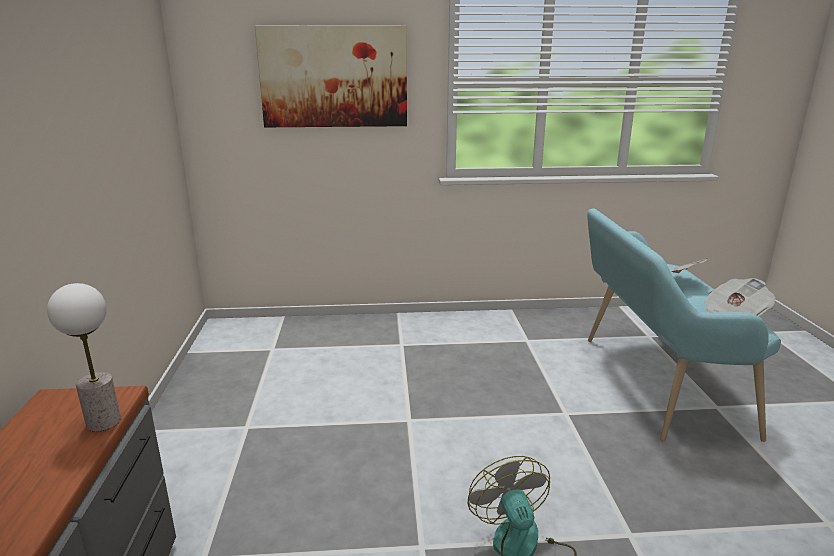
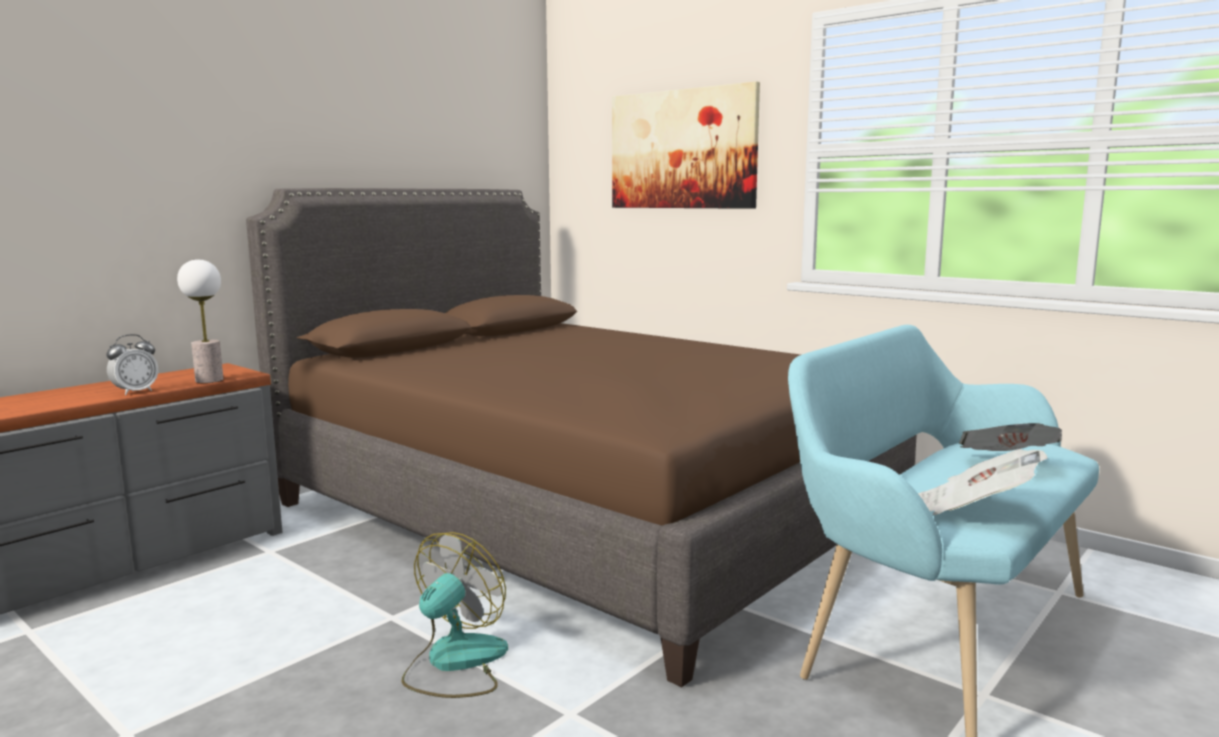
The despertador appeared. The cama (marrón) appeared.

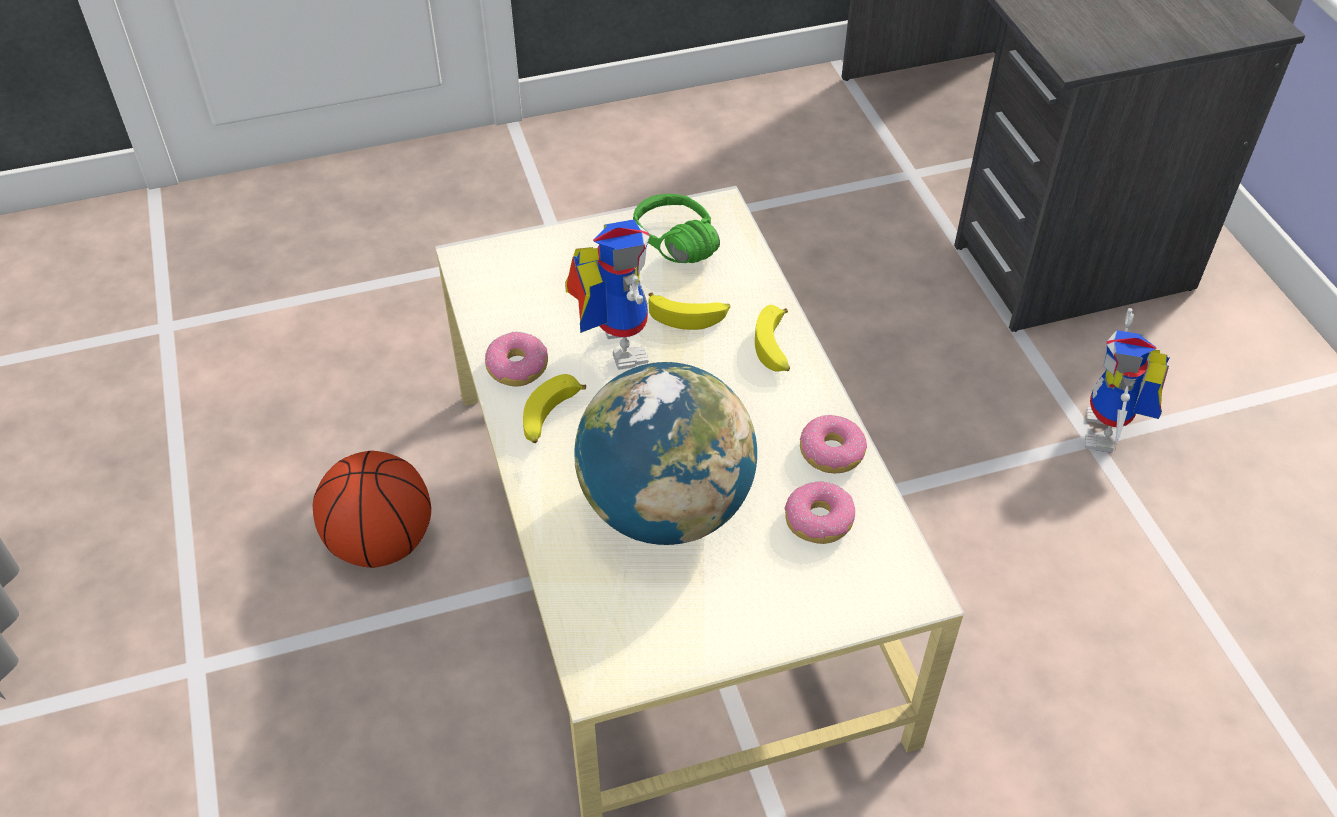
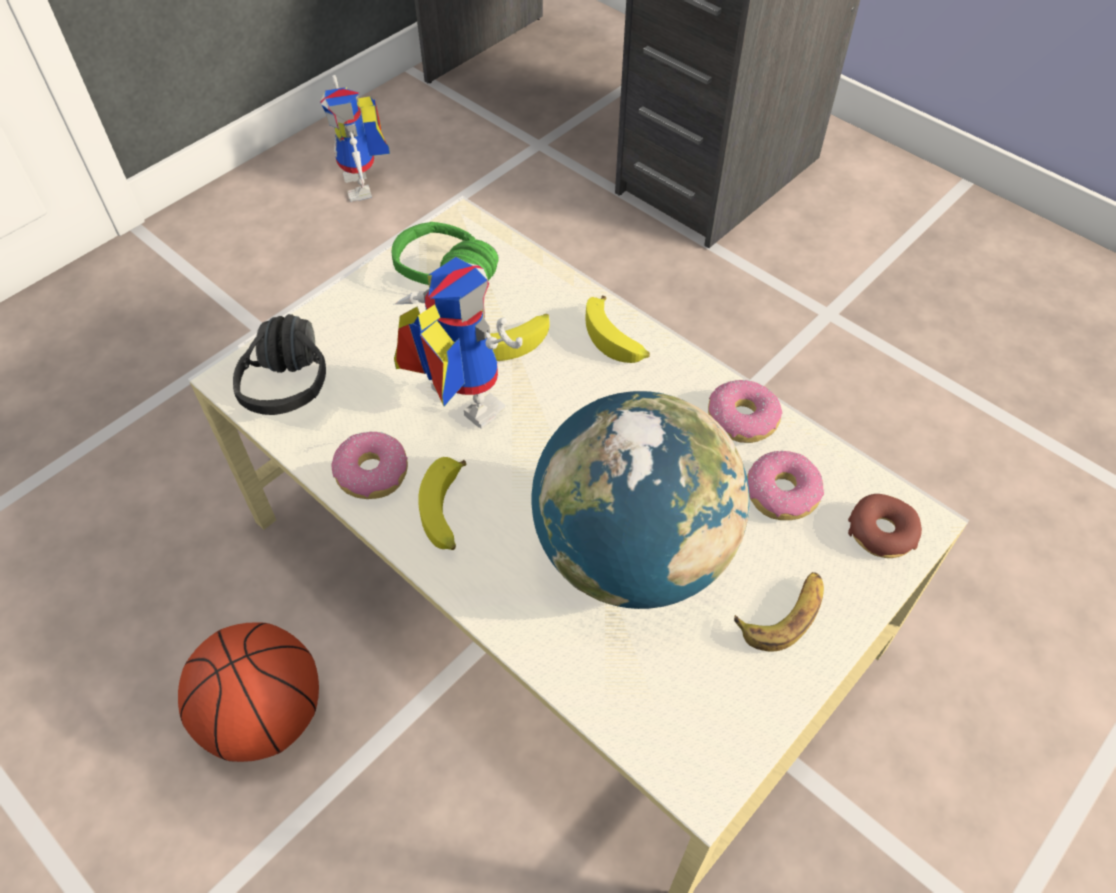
The auriculares (negro) appeared. The plátano (4th from left) appeared. The rosquilla (4th from left) appeared. The robot de juguete (2nd from left in the first image) moved.

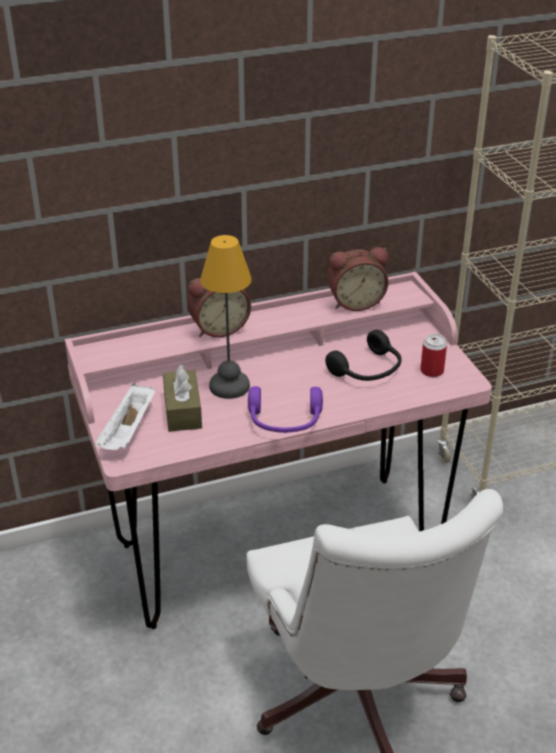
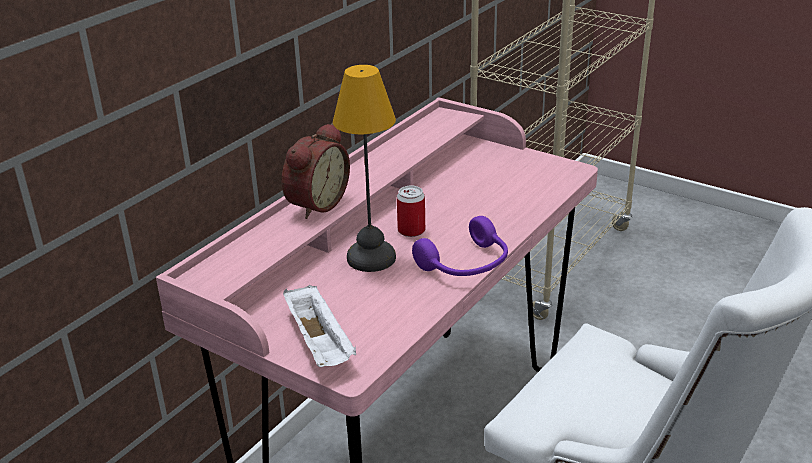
The caja de pañuelos (marrón) disappeared. The auriculares (negro) disappeared. The despertador (2nd from left) disappeared. The lata moved.

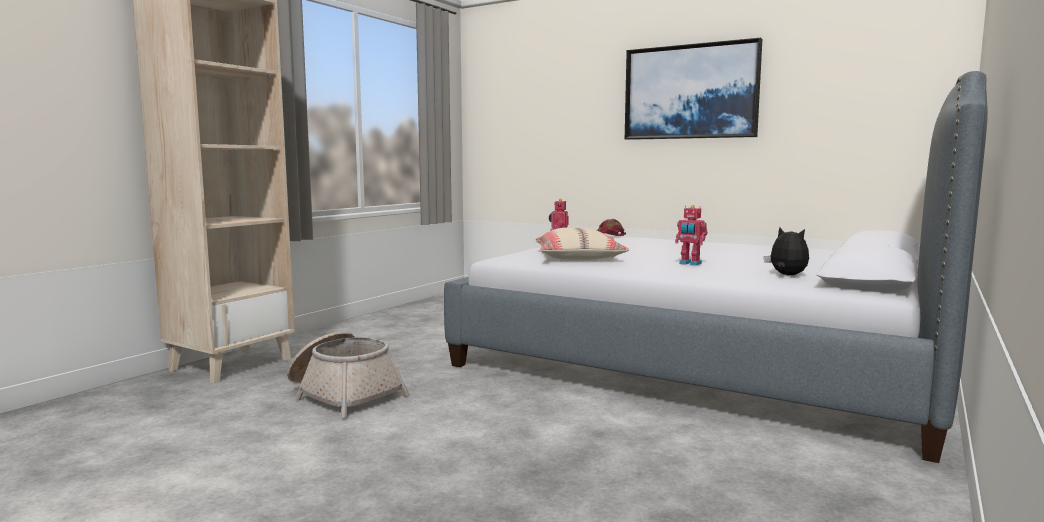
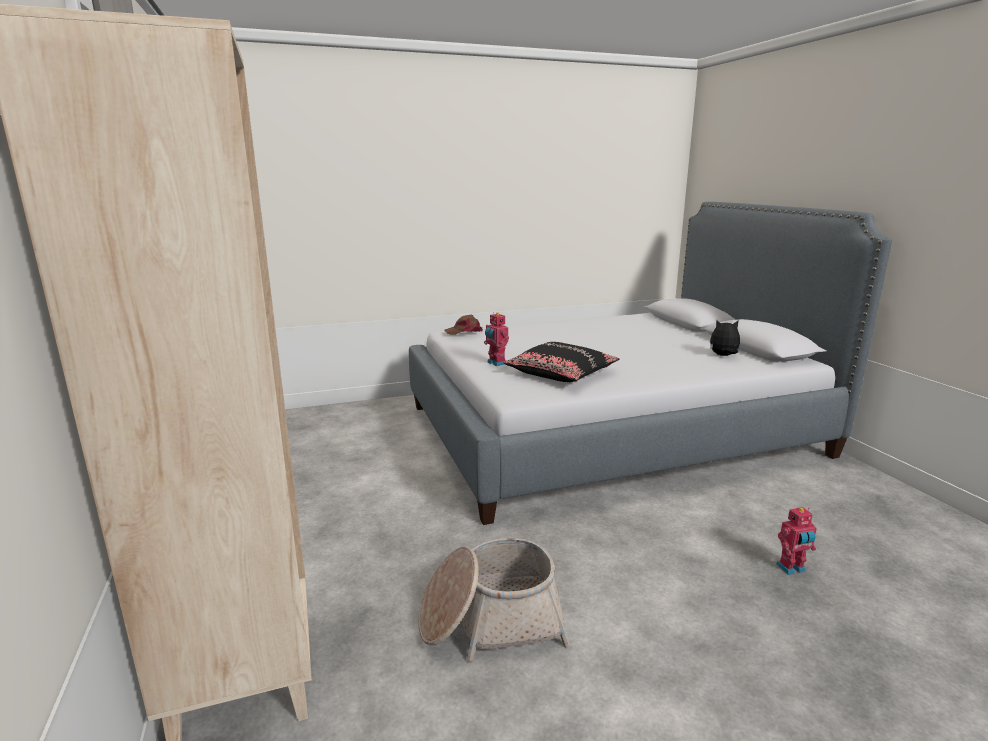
The cuadro disappeared. The robot de juguete (2nd from left) moved. The cojín (beis) became the cojín (negro).

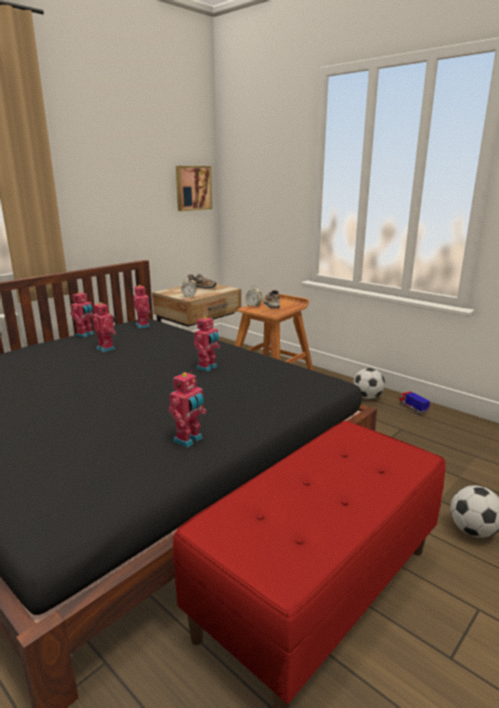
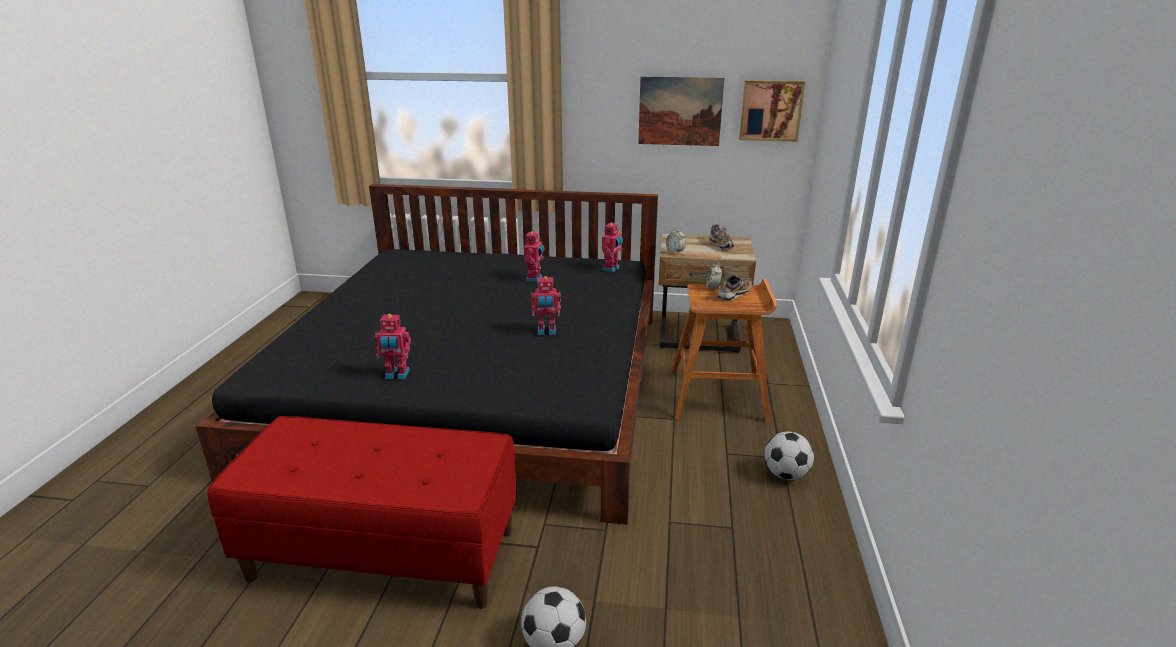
The robot de juguete (1st from left) disappeared. The camión de juguete disappeared. The cuadro (1st from left) appeared.

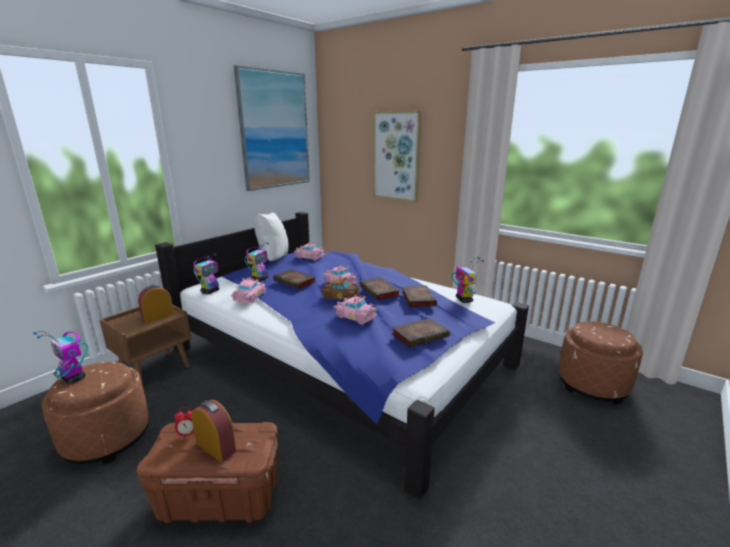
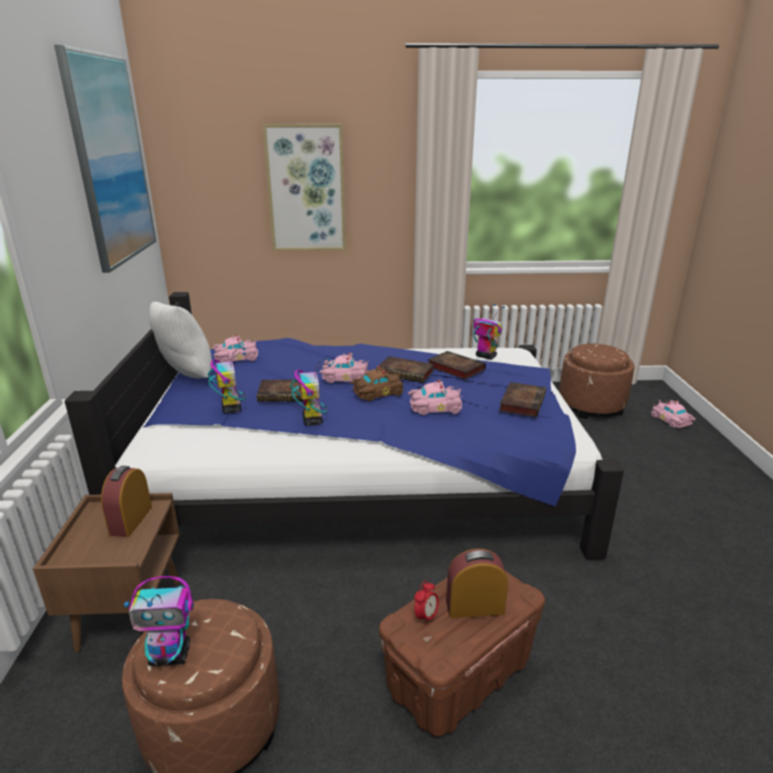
The robot de juguete (2nd from left in the first image) moved. The coche de juguete (rosa) (1st from left in the first image) moved.

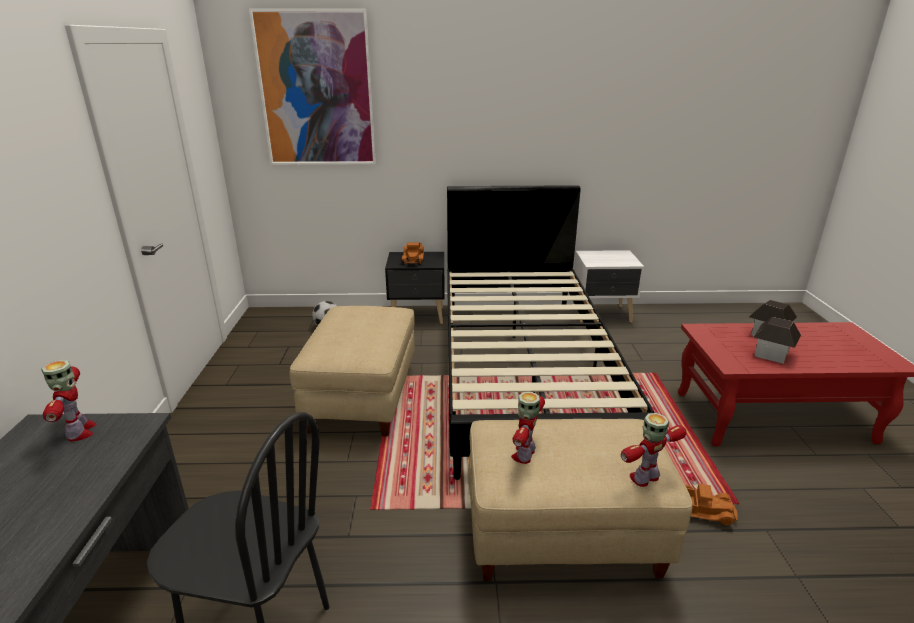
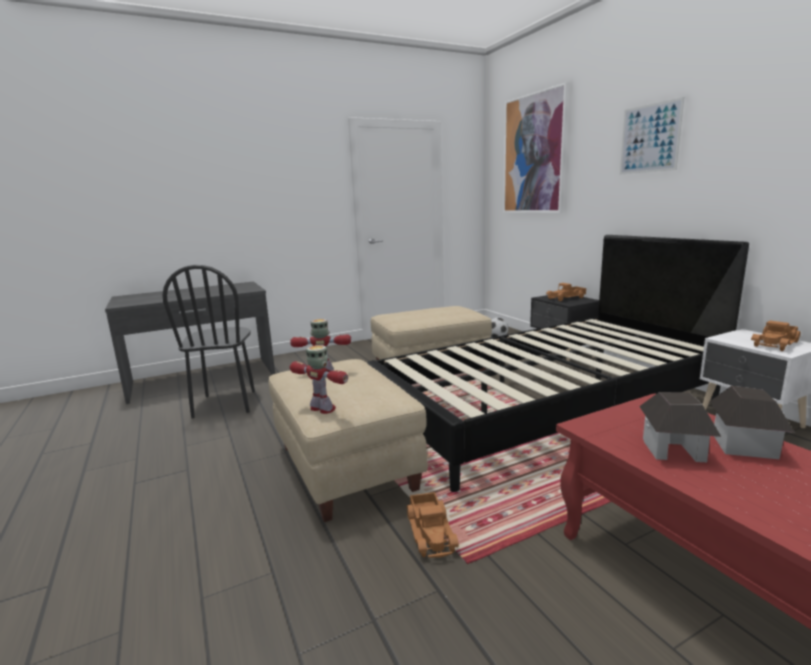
The robot de juguete (1st from left) disappeared. The cuadro (2nd from left) appeared. The camión de juguete (3rd from left) appeared.

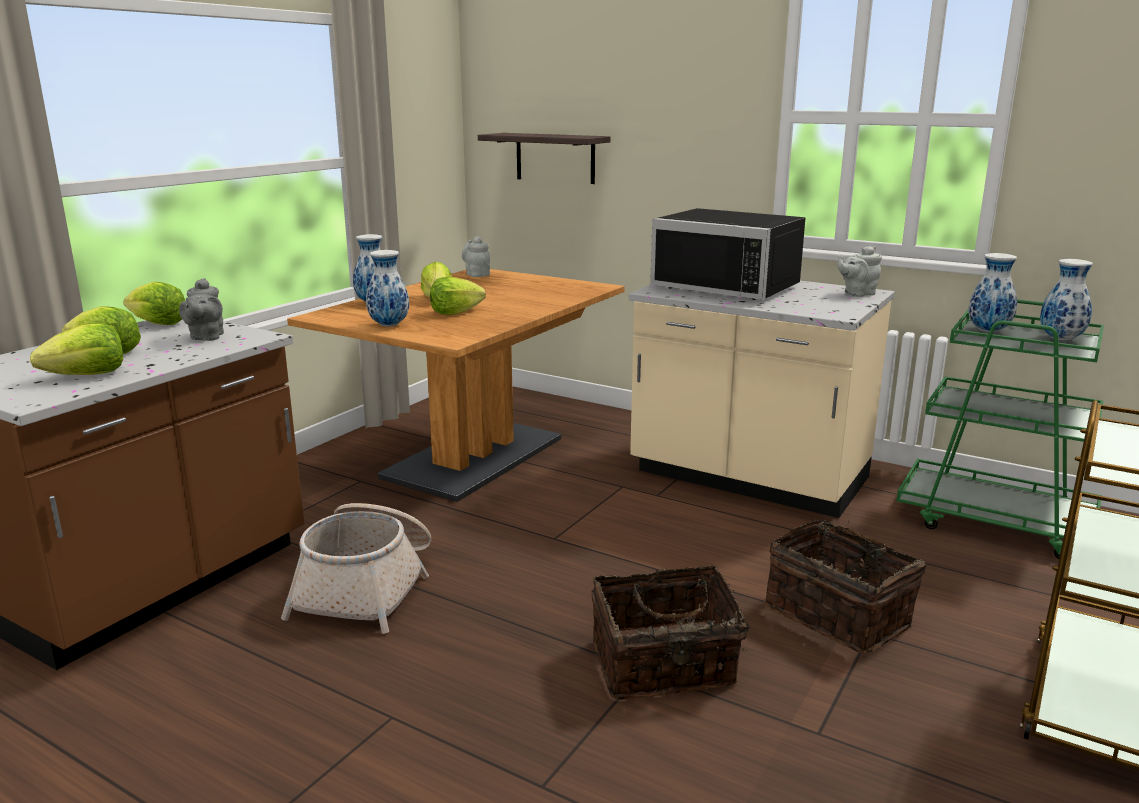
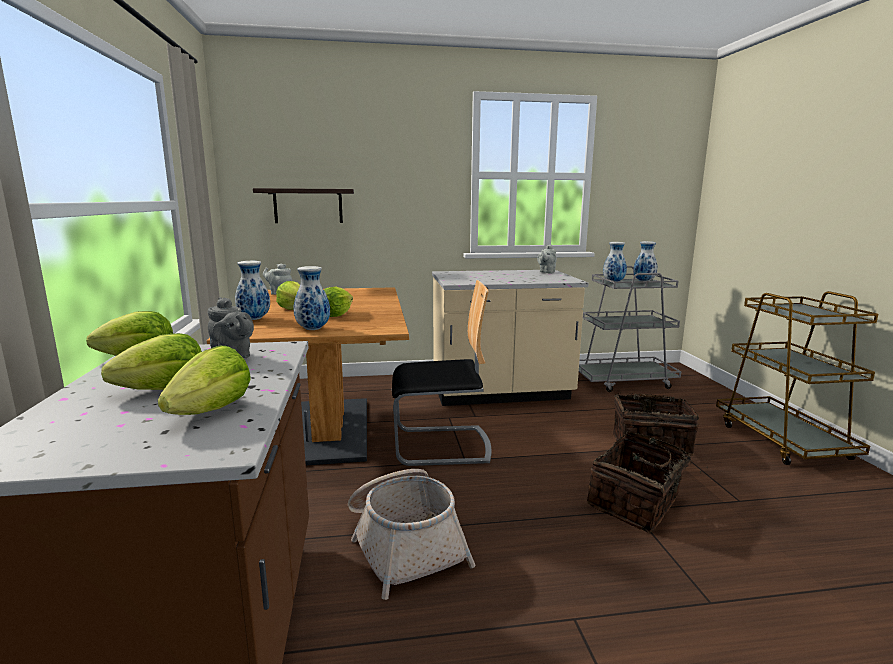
The microondas (negro) disappeared. The silla appeared. The carrito (verde) became the carrito (gris).

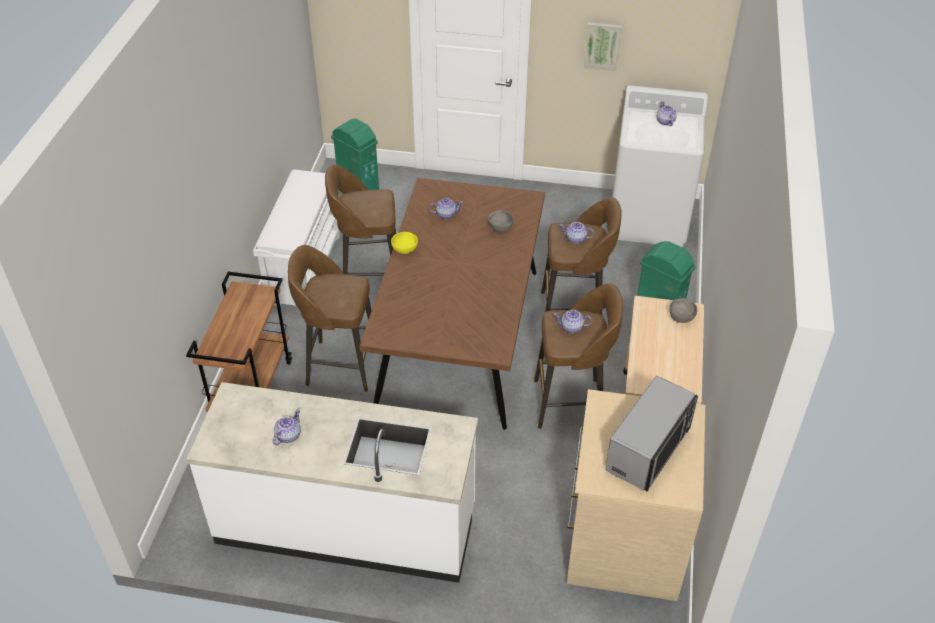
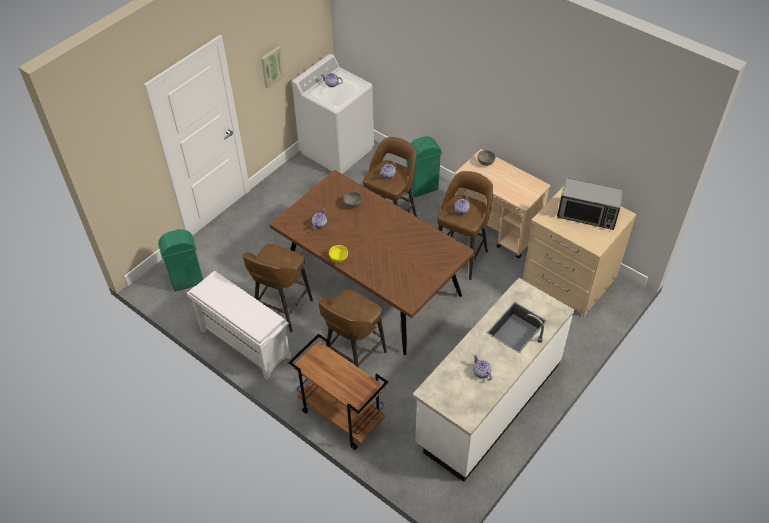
The microondas turned 135 degrees clockwise.

